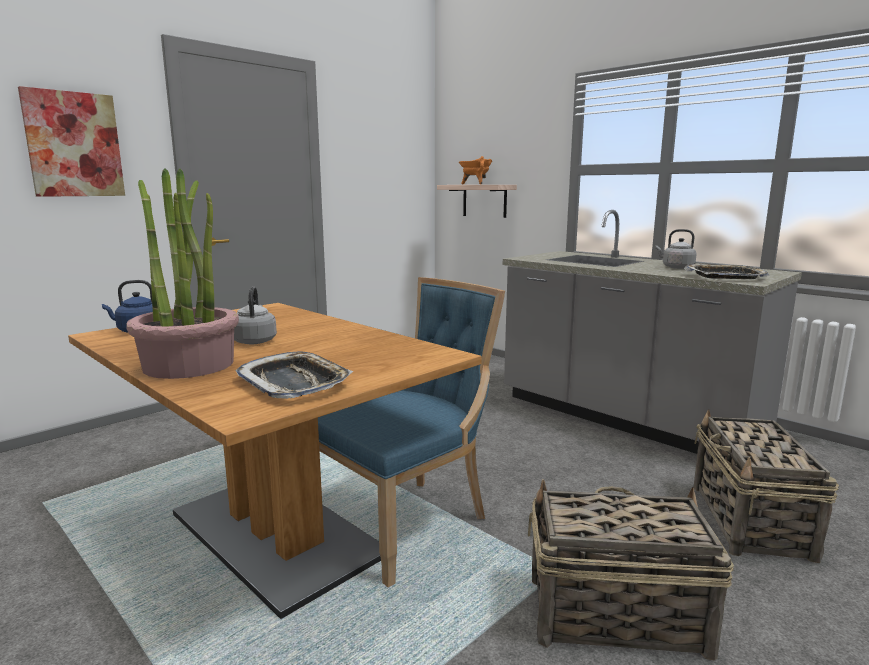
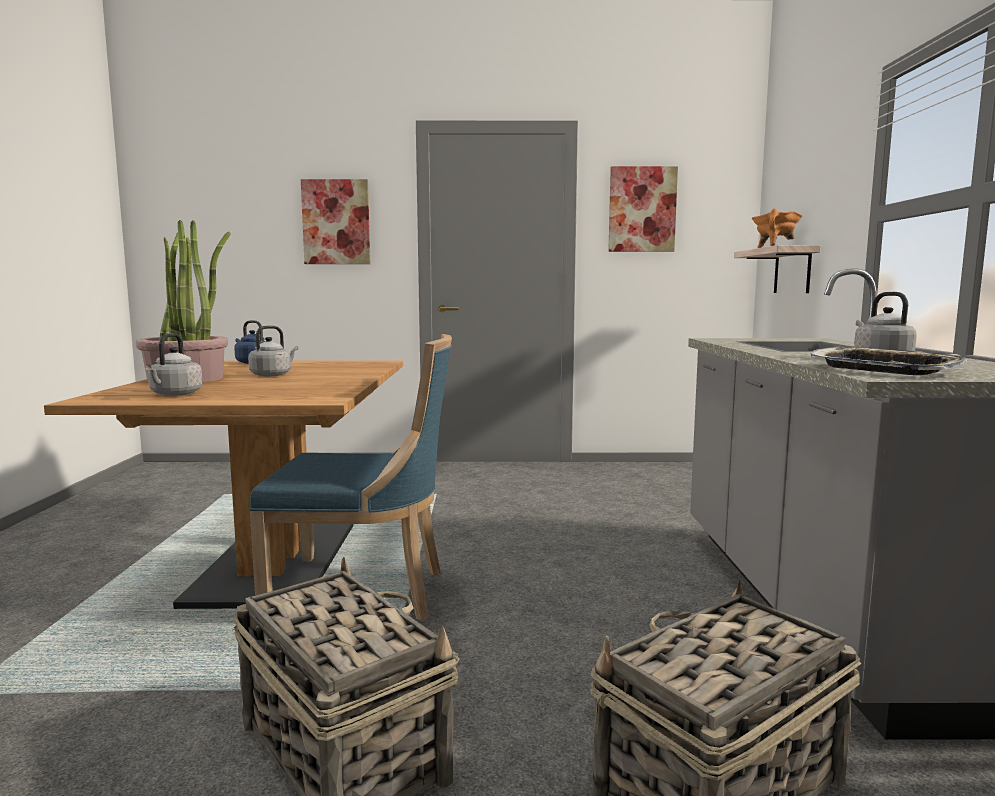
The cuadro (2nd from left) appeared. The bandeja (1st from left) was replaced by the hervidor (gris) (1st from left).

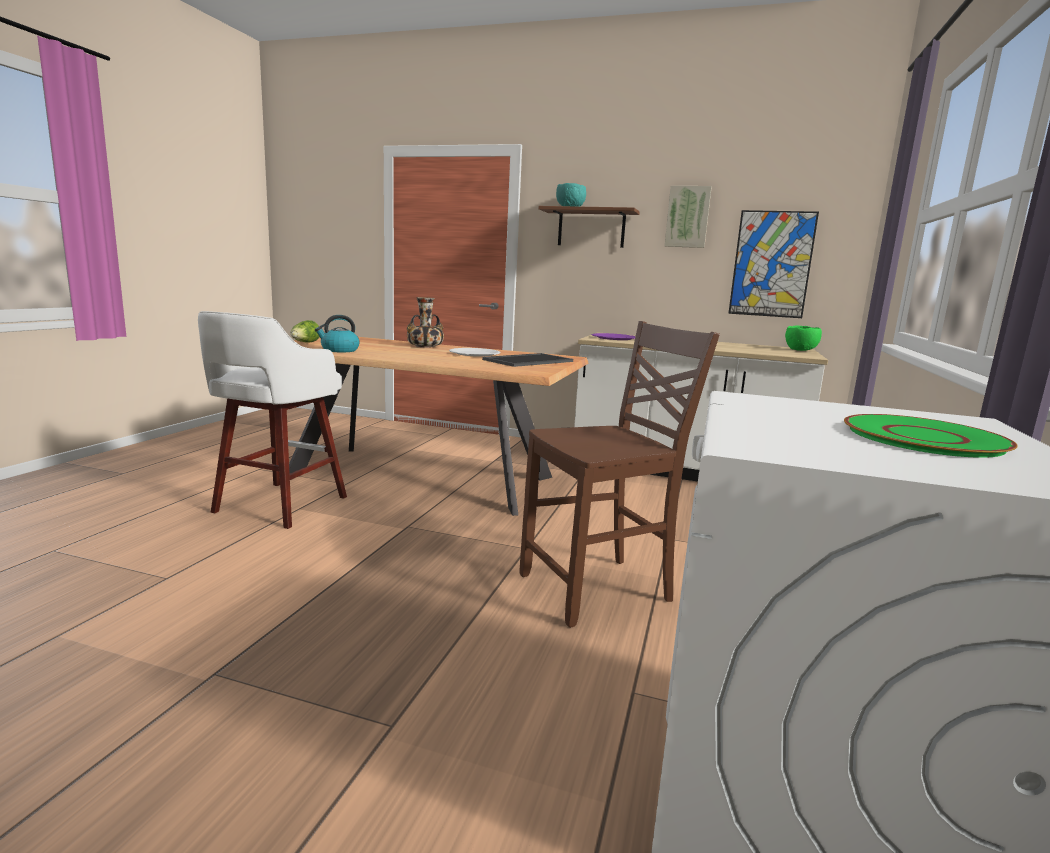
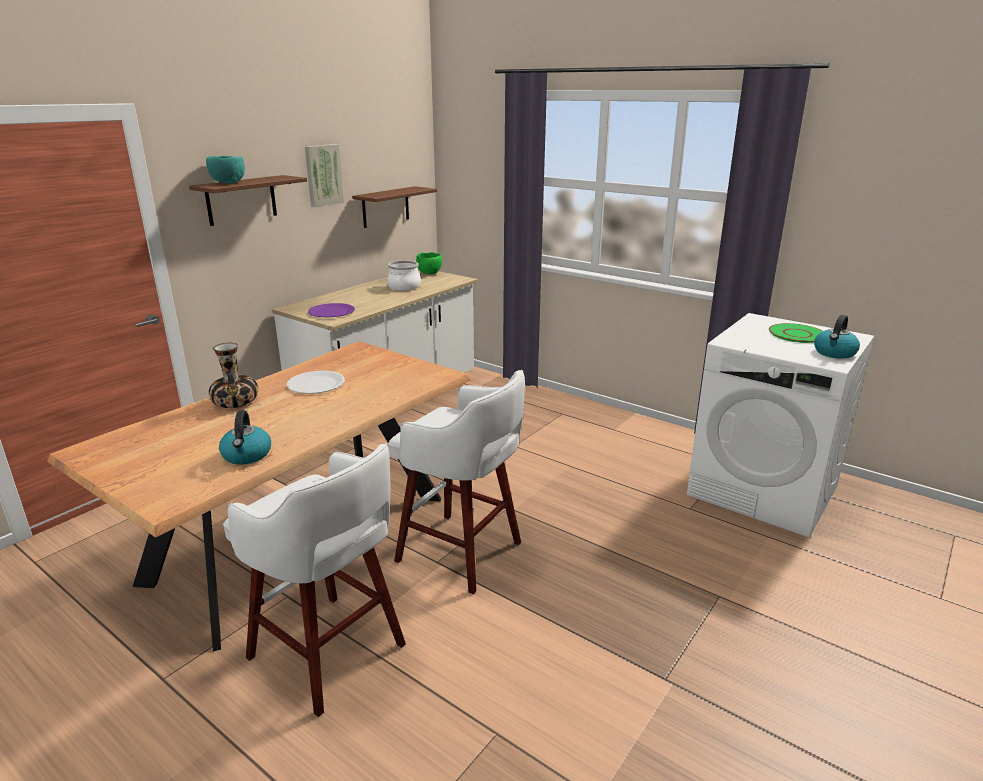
The lechuga disappeared. The bandeja disappeared. The silla (marrón) disappeared. The olla appeared. The taburete (blanco) (2nd from left) appeared. The hervidor (2nd from left) appeared. The cuadro (2nd from left) was replaced by the estante (marrón) (2nd from left).

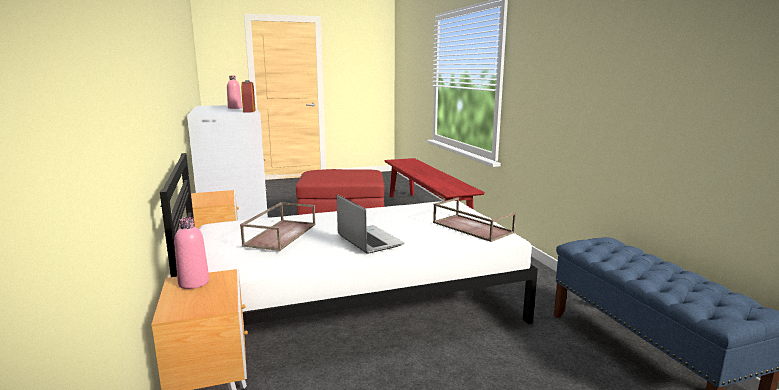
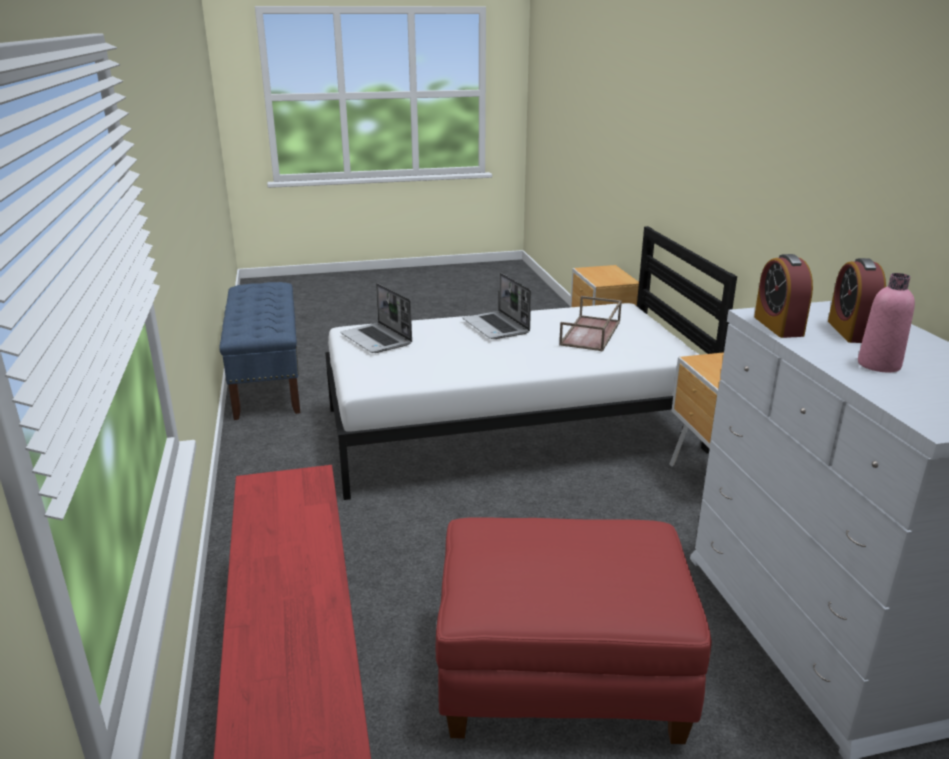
The botella (rosa) (1st from left) disappeared. The despertador (2nd from left) appeared. The bandeja (marrón) (2nd from left) was replaced by the portátil (1st from left).

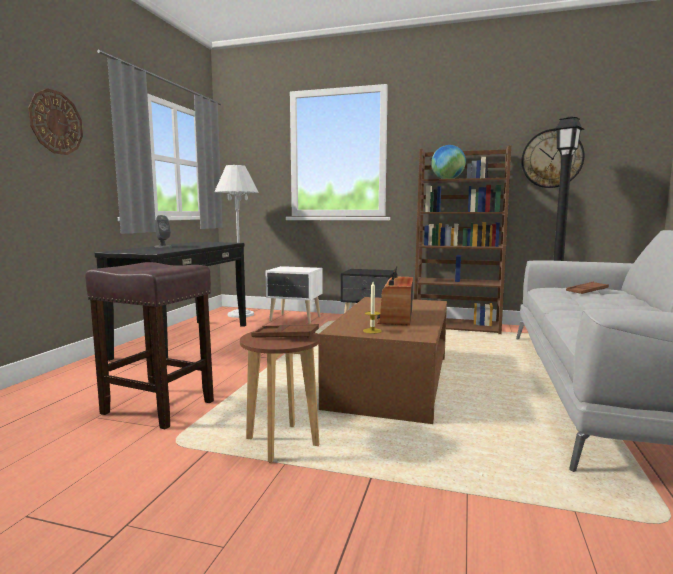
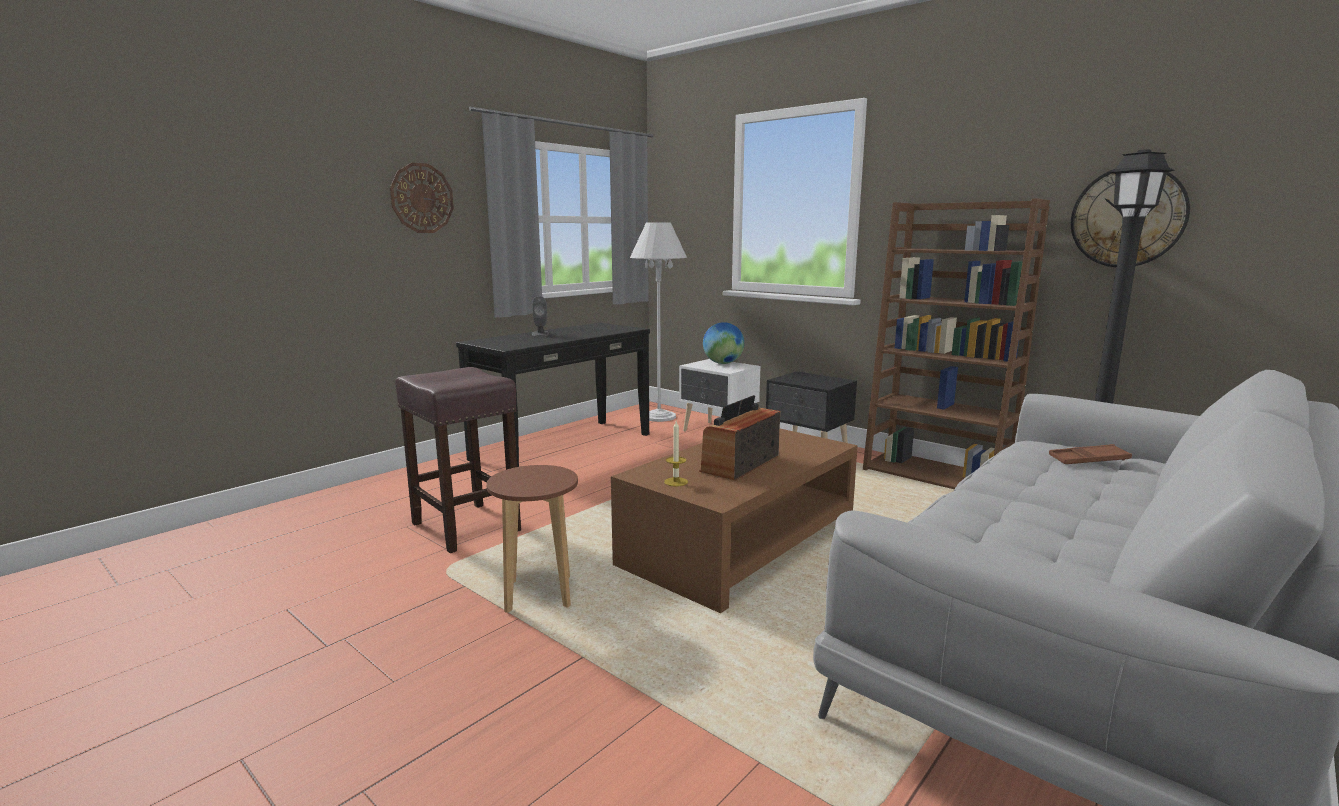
The bandeja (marrón) (1st from left) disappeared. The globo terráqueo moved.

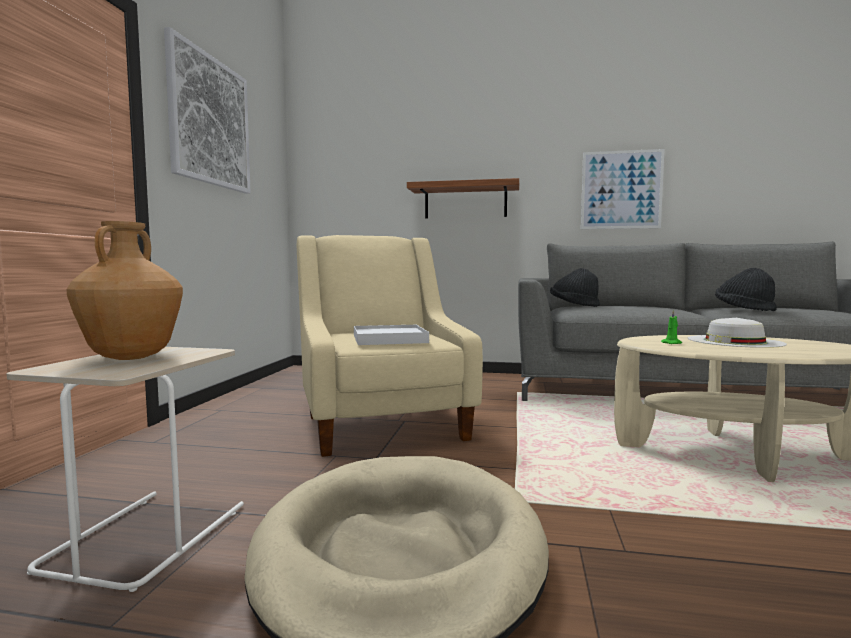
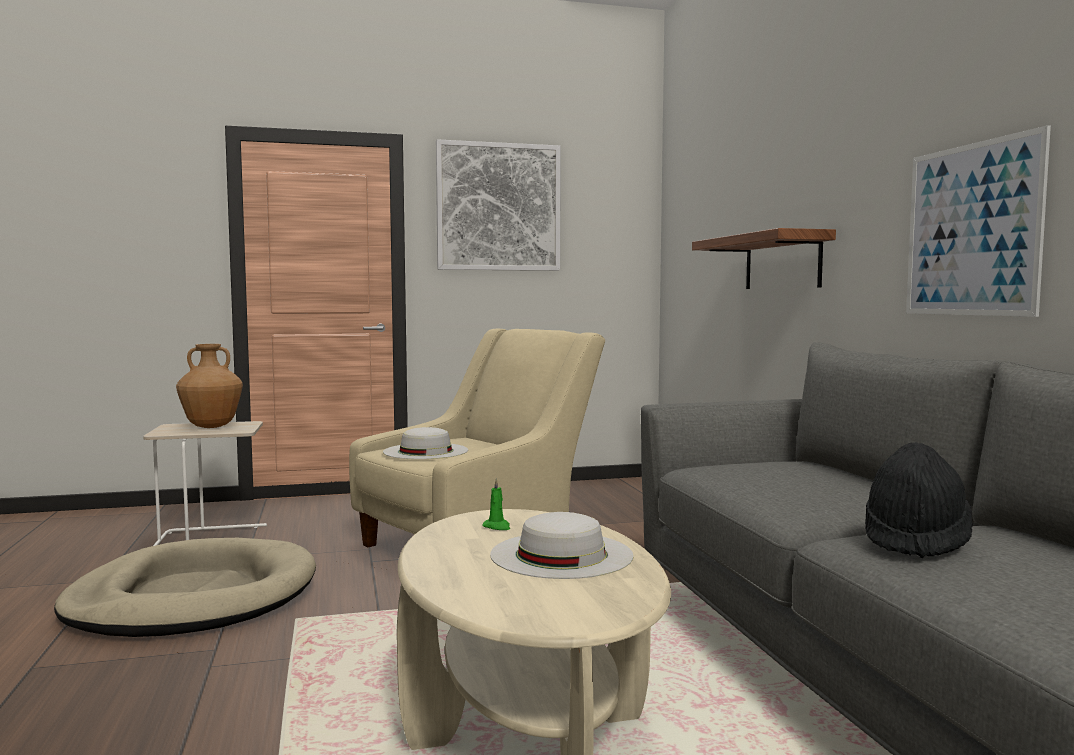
The sombrero (negro) (1st from left) disappeared. The bandeja (blanco) was replaced by the sombrero (blanco) (1st from left).

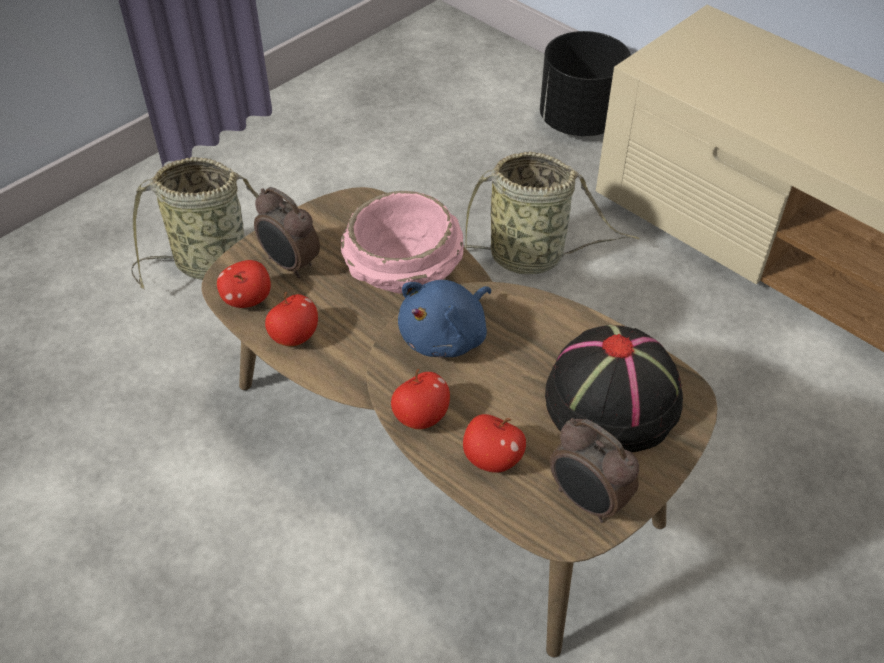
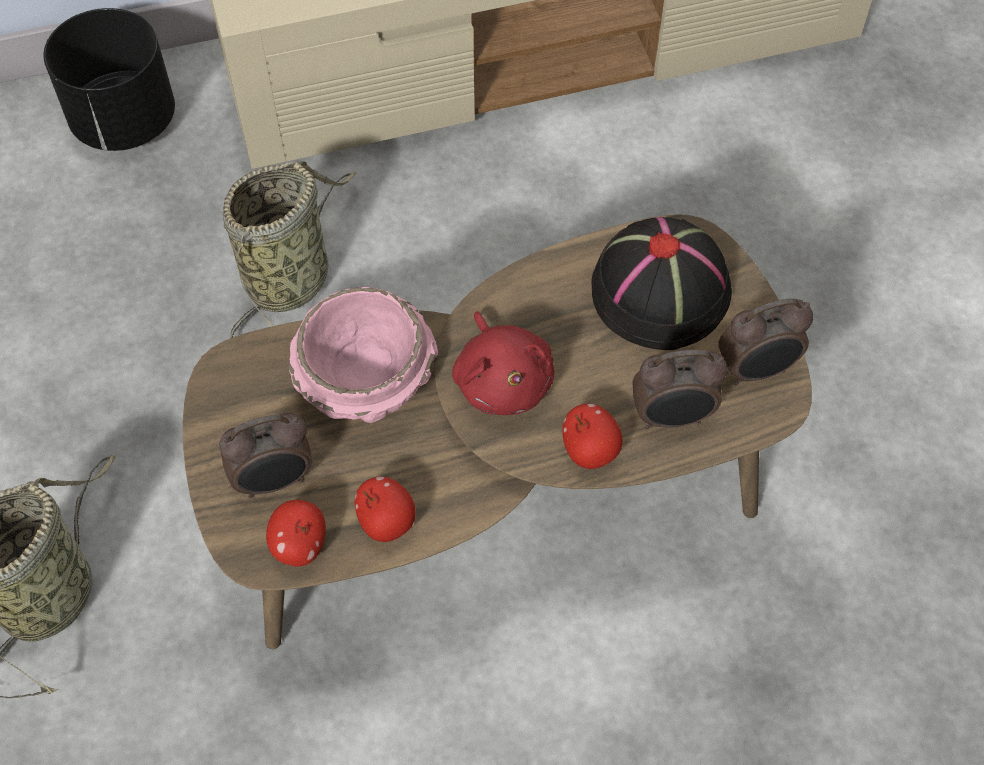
The manzana (4th from left) was replaced by the despertador (2nd from left). The peluche (azul) became the peluche (rojo).

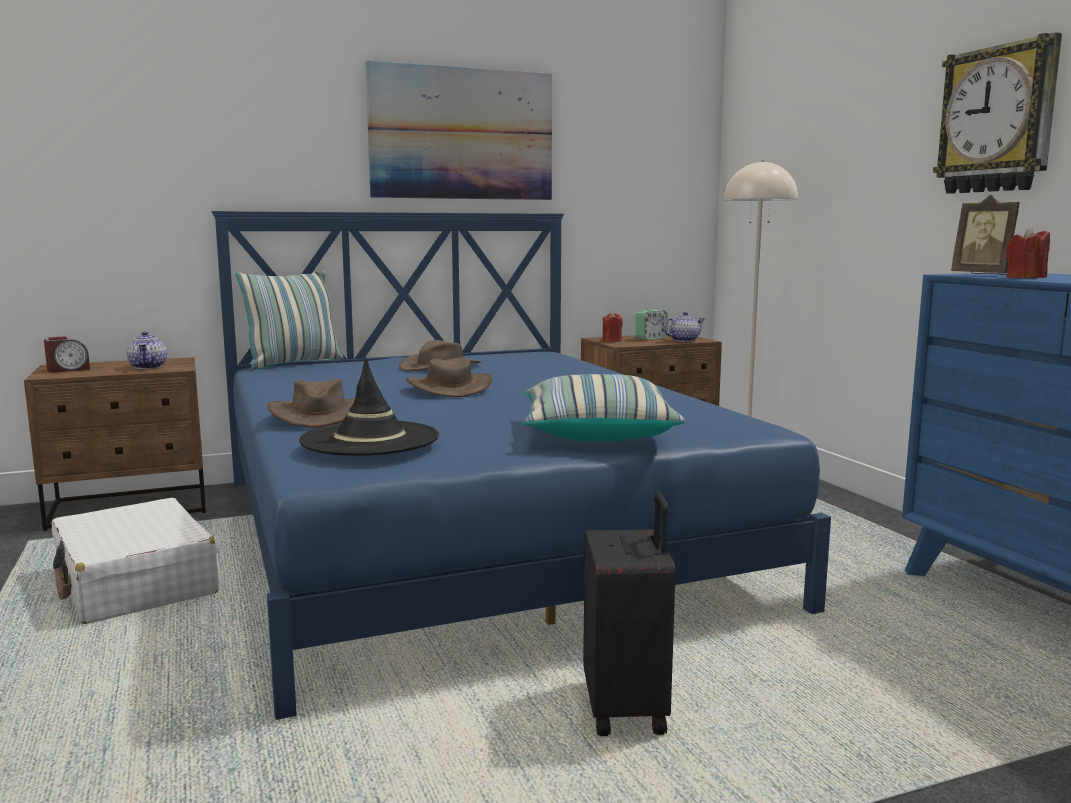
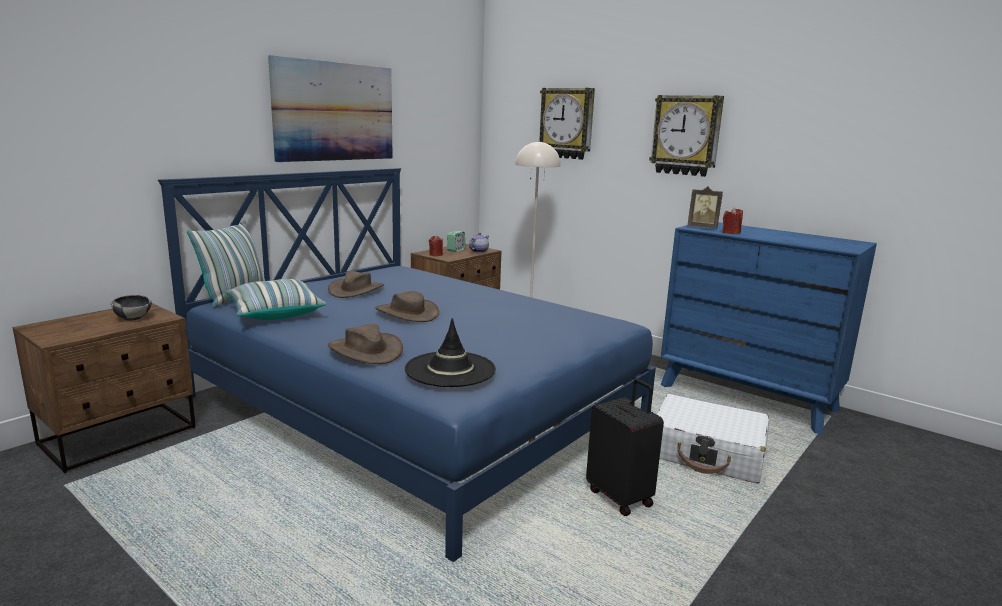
The despertador (1st from left) disappeared. The reloj de pared (1st from left) appeared. The maleta (blanco) moved. The cojín (2nd from left) moved. The tetera (1st from left) was replaced by the cuenco.

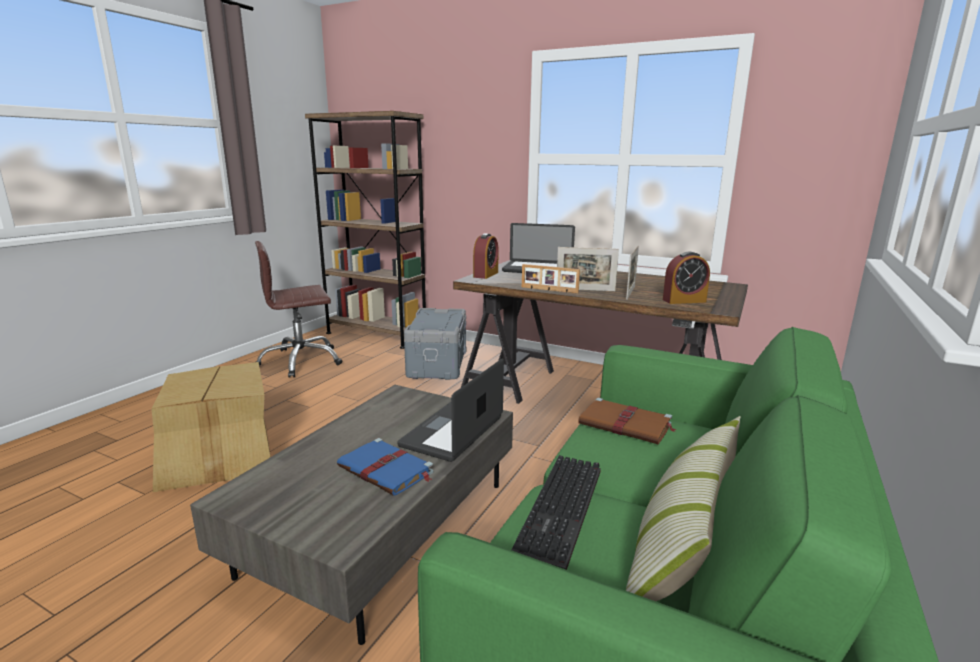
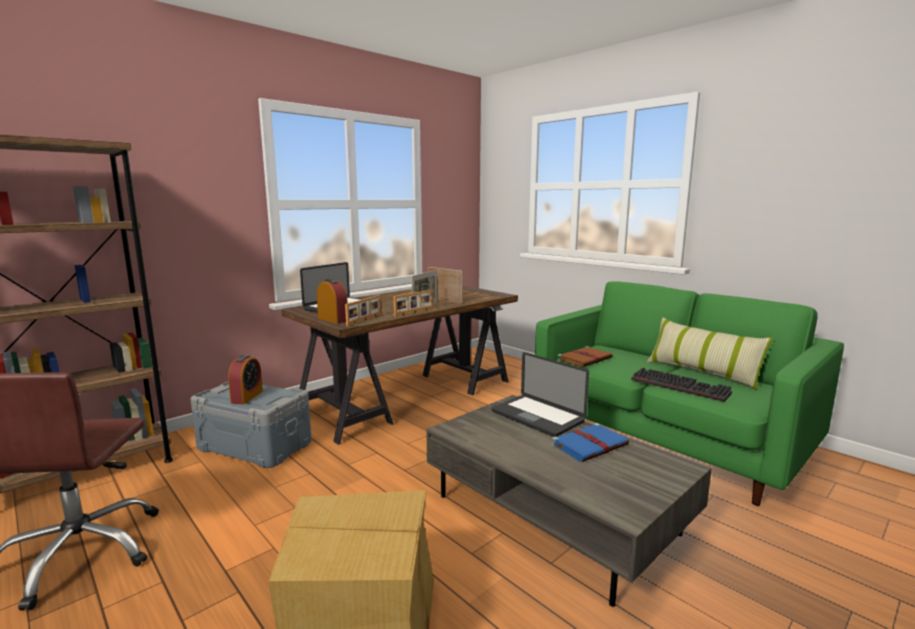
The portarretratos (1st from left) appeared. The despertador (2nd from left in the first image) moved.

